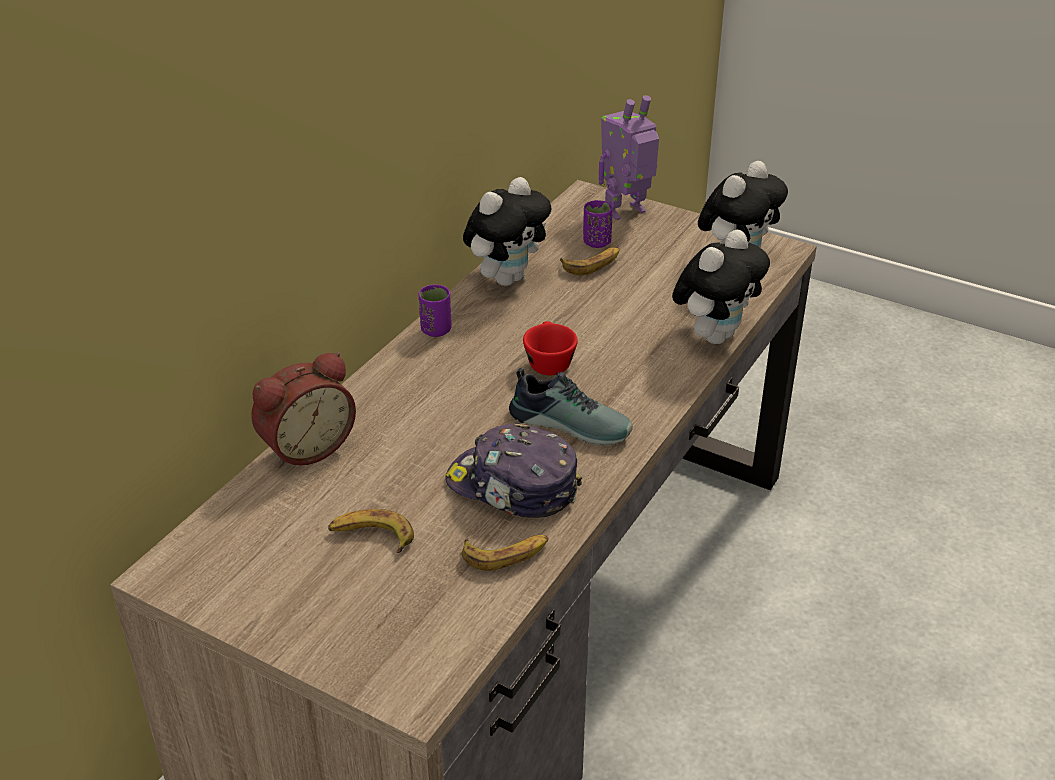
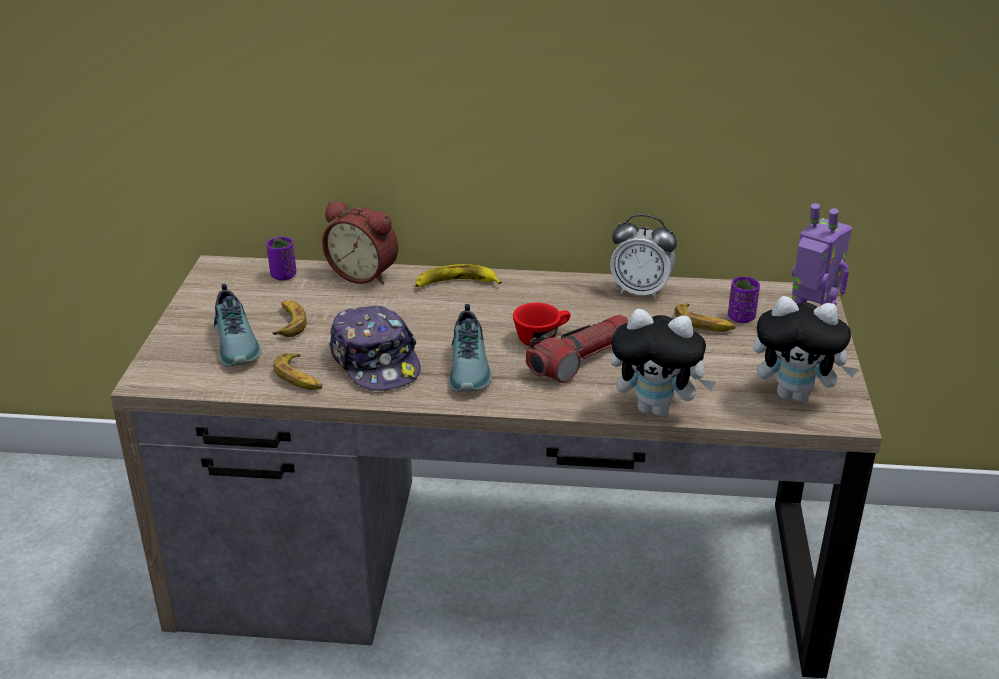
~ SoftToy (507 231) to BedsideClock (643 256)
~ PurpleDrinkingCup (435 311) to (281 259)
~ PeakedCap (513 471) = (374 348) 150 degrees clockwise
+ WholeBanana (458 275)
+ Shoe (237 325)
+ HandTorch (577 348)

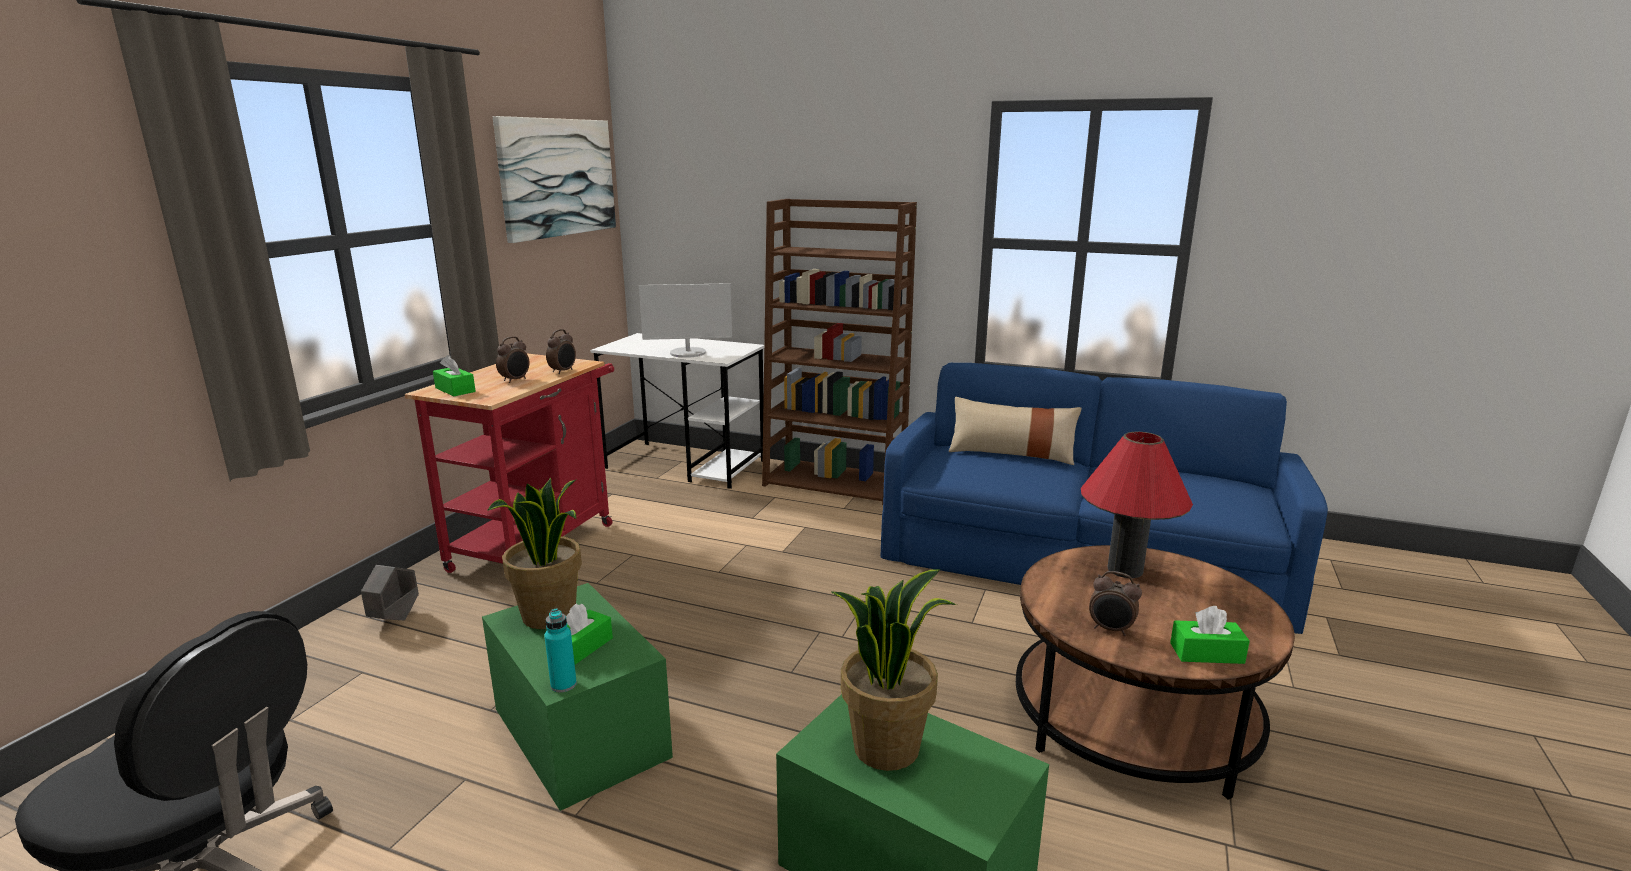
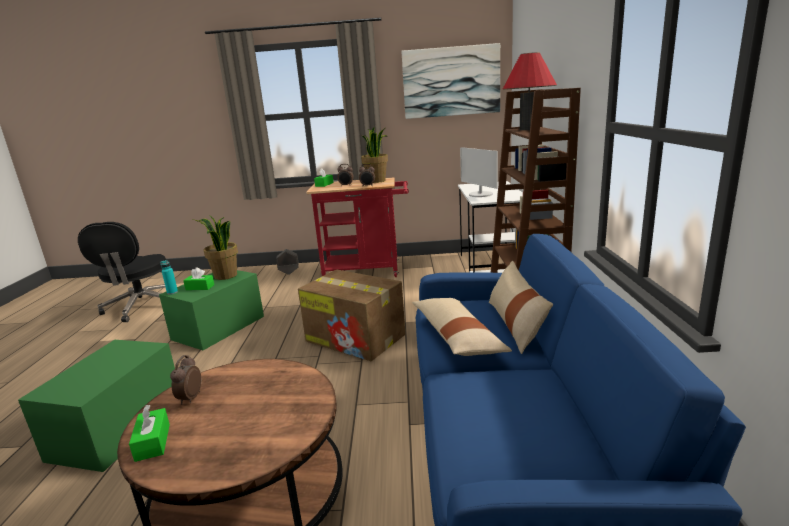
~ ReddishLampForATable (1137 505) to (530 91)
~ Houseplant (893 670) to (374 155)
+ Carton (351 315)
+ BeigeThrowPillow (462 327)

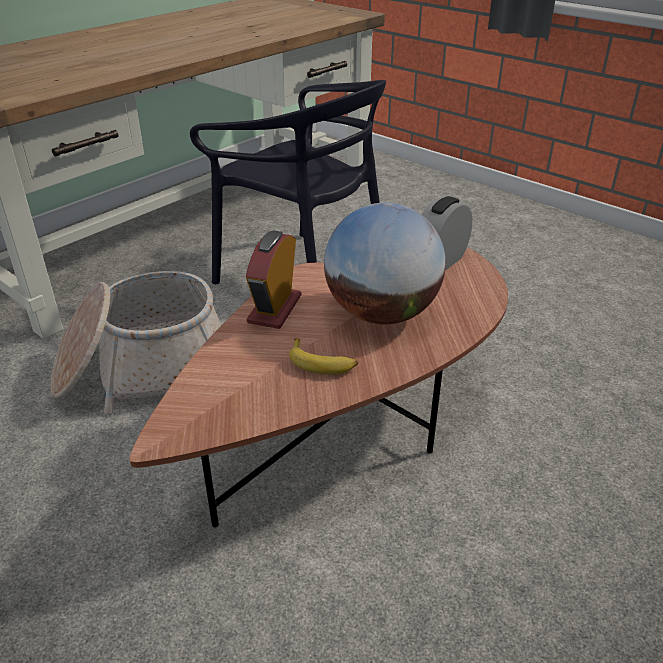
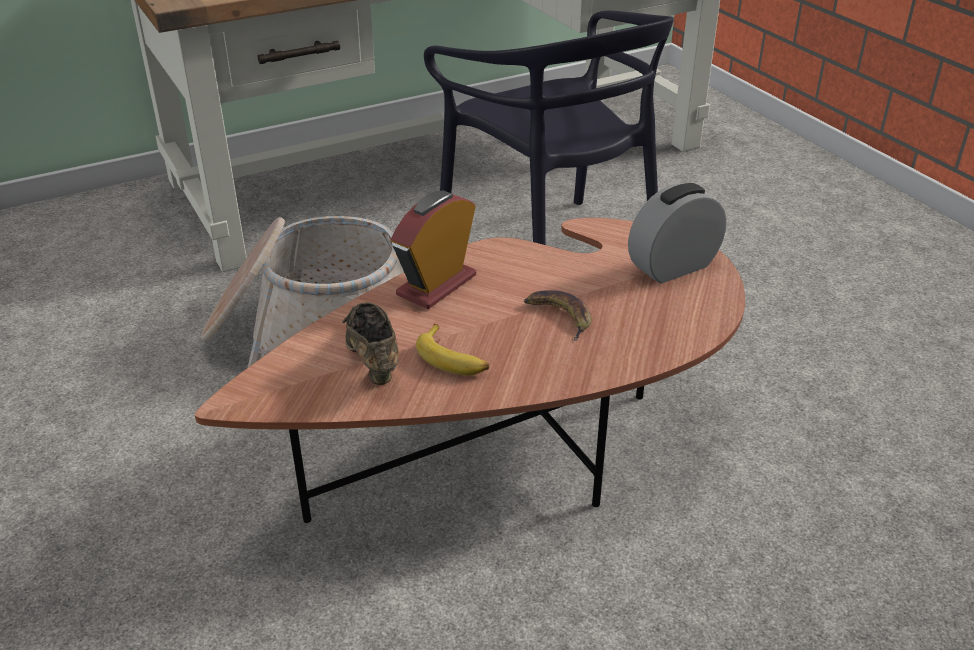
~ DeskGlobe (385 263) to WholeBanana (558 315)
+ BrownishShoe (370 343)

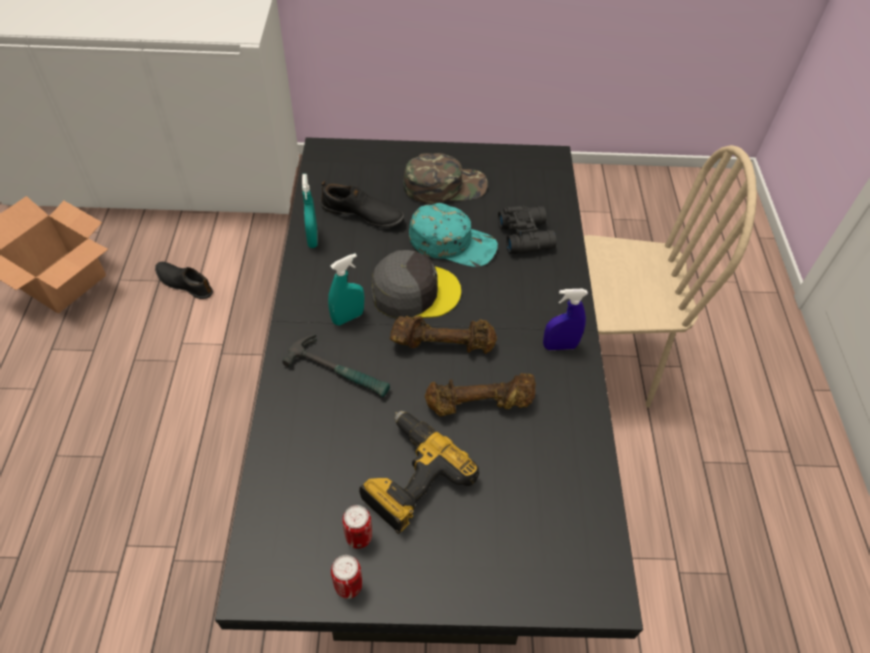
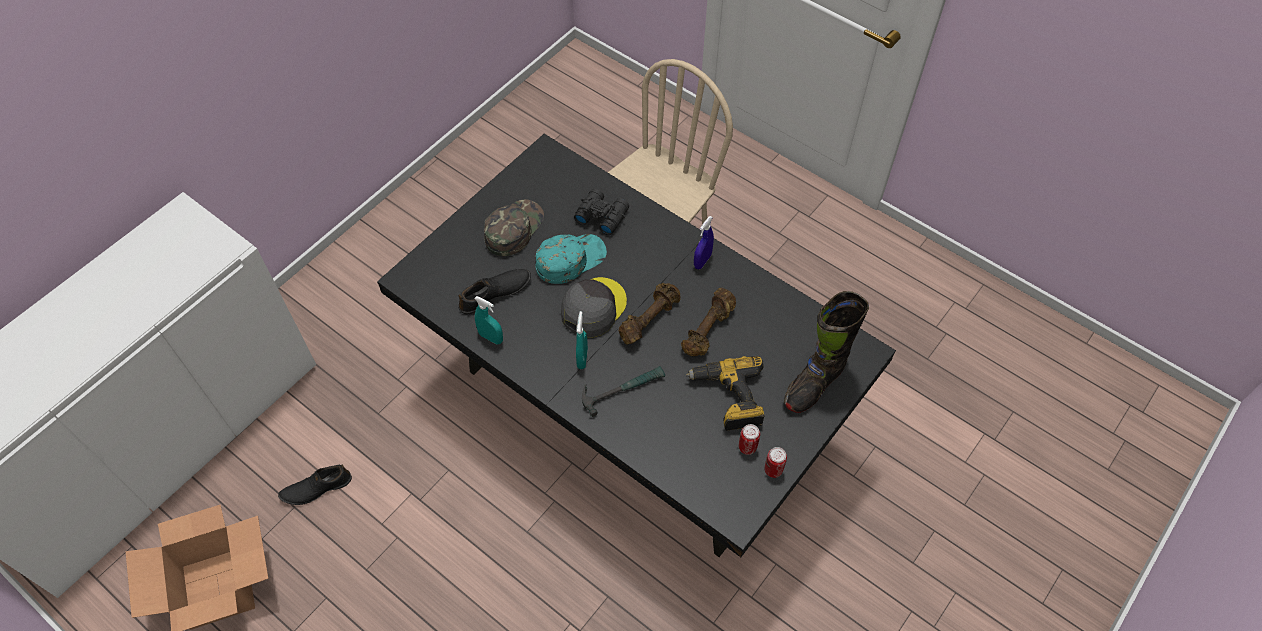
+ BlackishTallBoot (826 352)

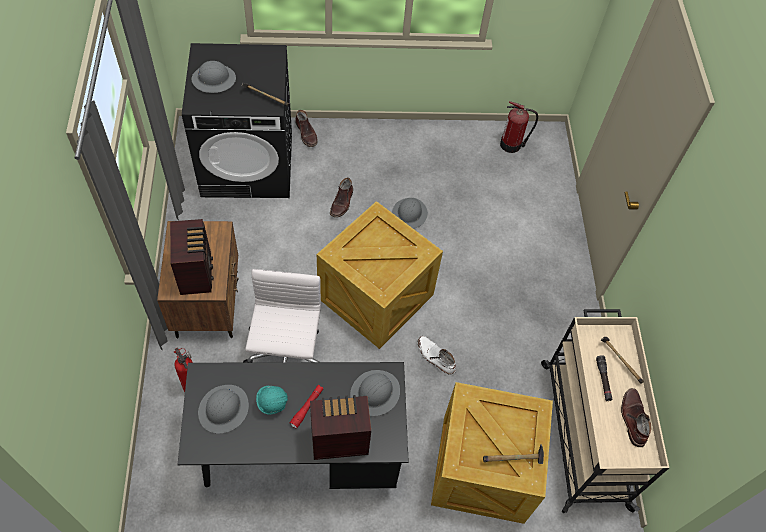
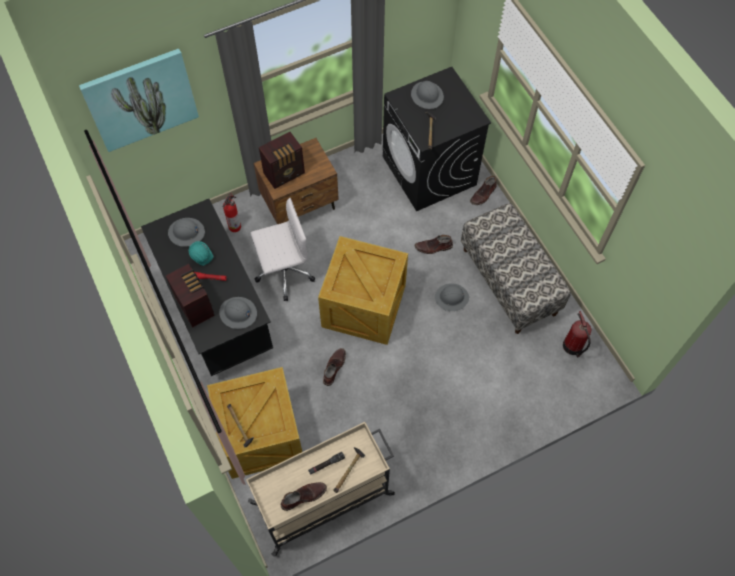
~ WhitishTallBoot (437 356) to BrownishTallBoot (334 367)
+ WallArt (139 100)
+ Bench (516 268)

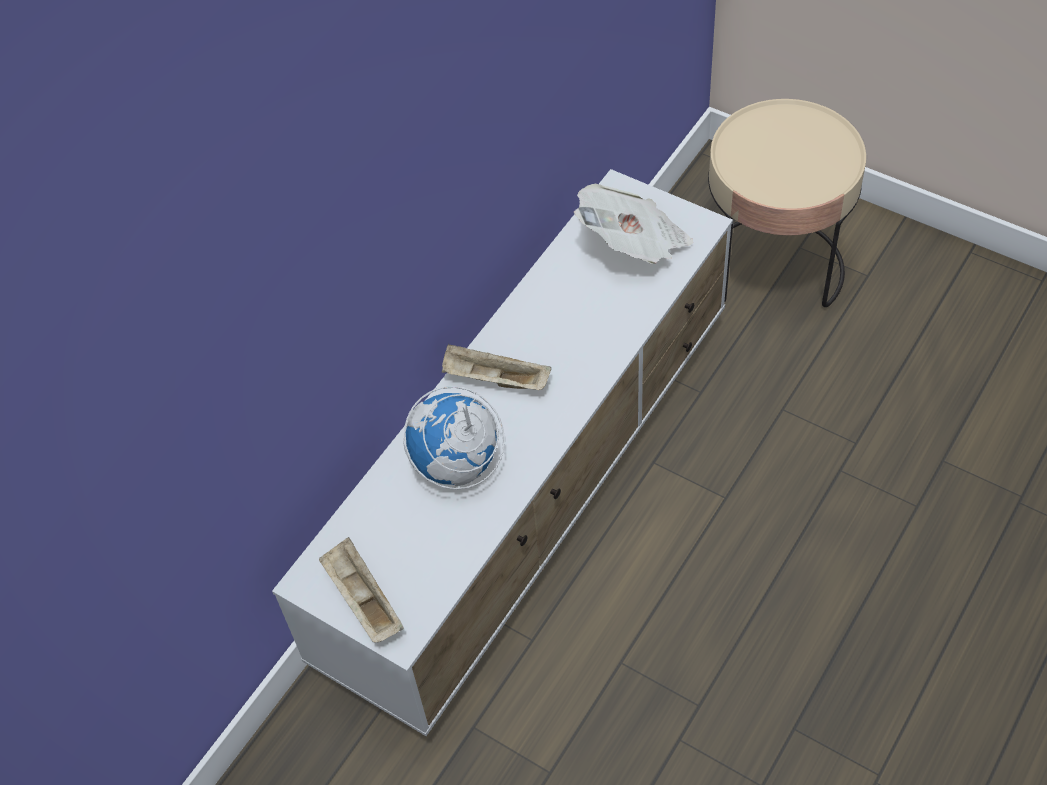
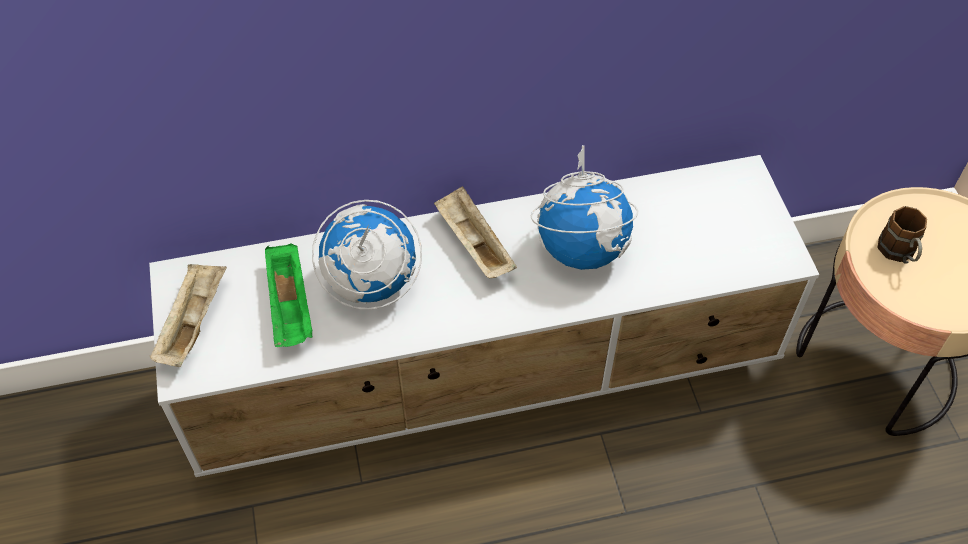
- PrintedPaper (633 224)
+ DeskGlobe (585 207)
+ BrownishTeaMug (902 235)
+ GreenishCarryingTray (289 295)

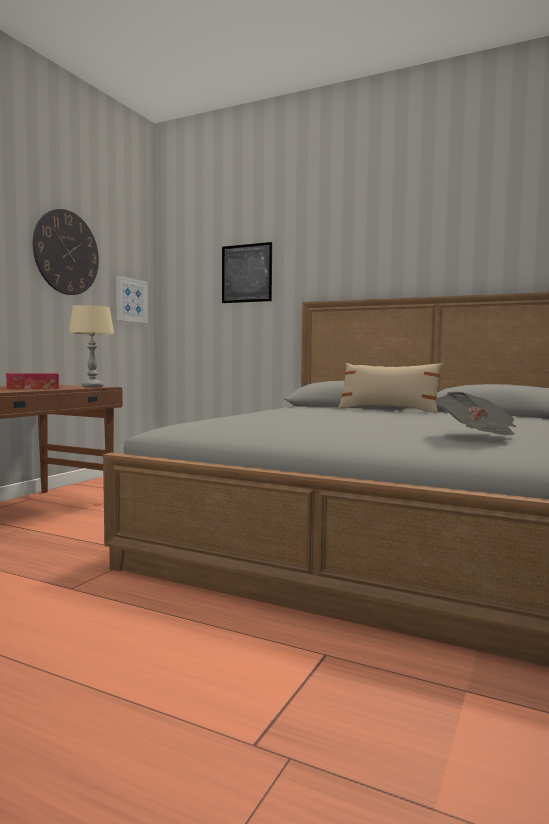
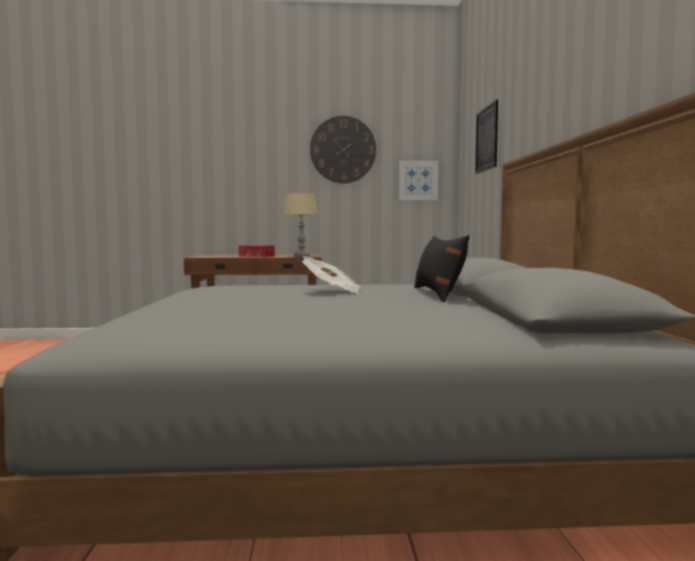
~ BeigeThrowPillow (390 388) to BlackishThrowPillow (441 268)
~ PrintedPaper (475 413) to (331 275)

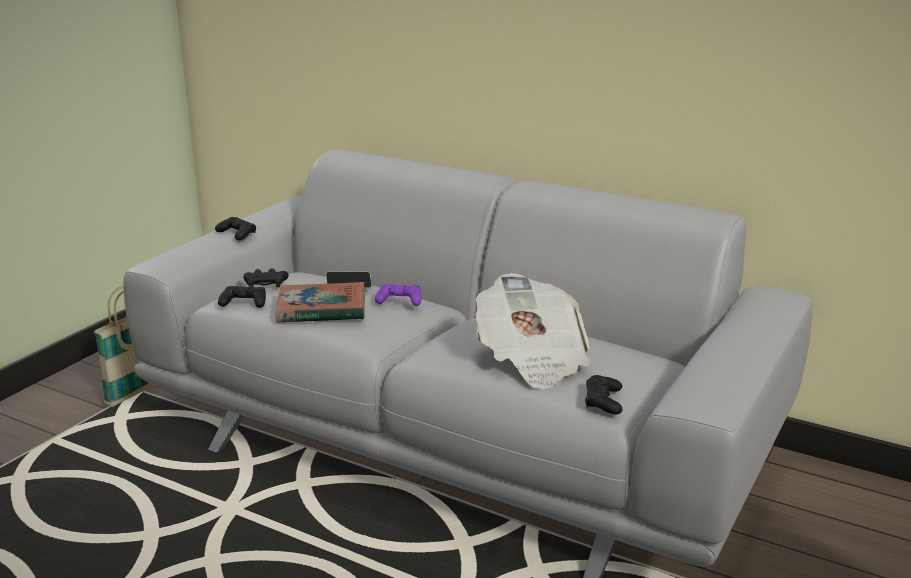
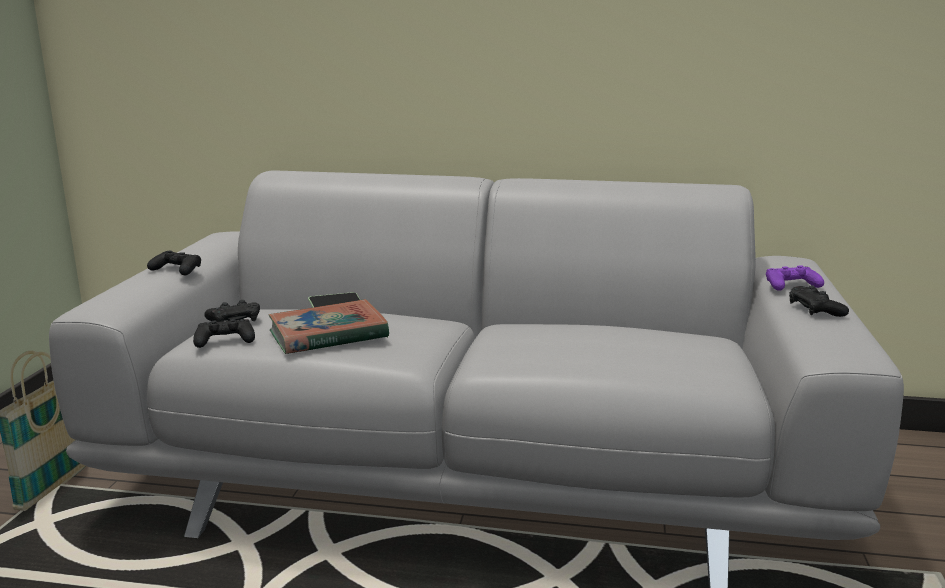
- PrintedPaper (533 331)
~ PurpleGamepad (398 295) to (795 278)
~ BlackishGamepad (603 395) to (819 301)

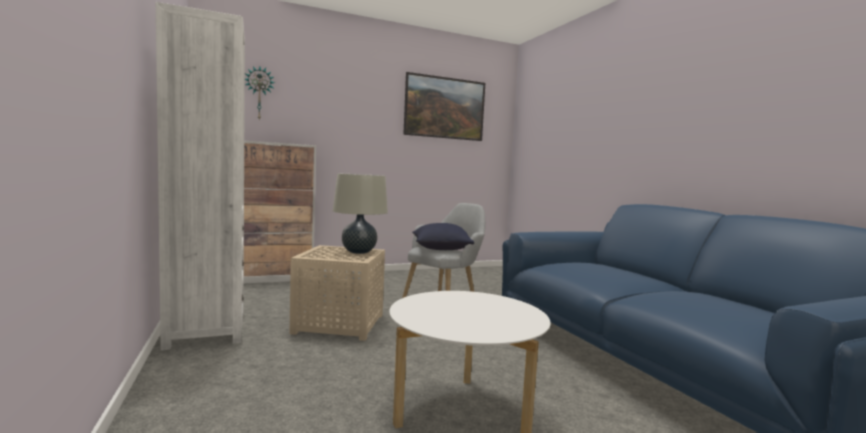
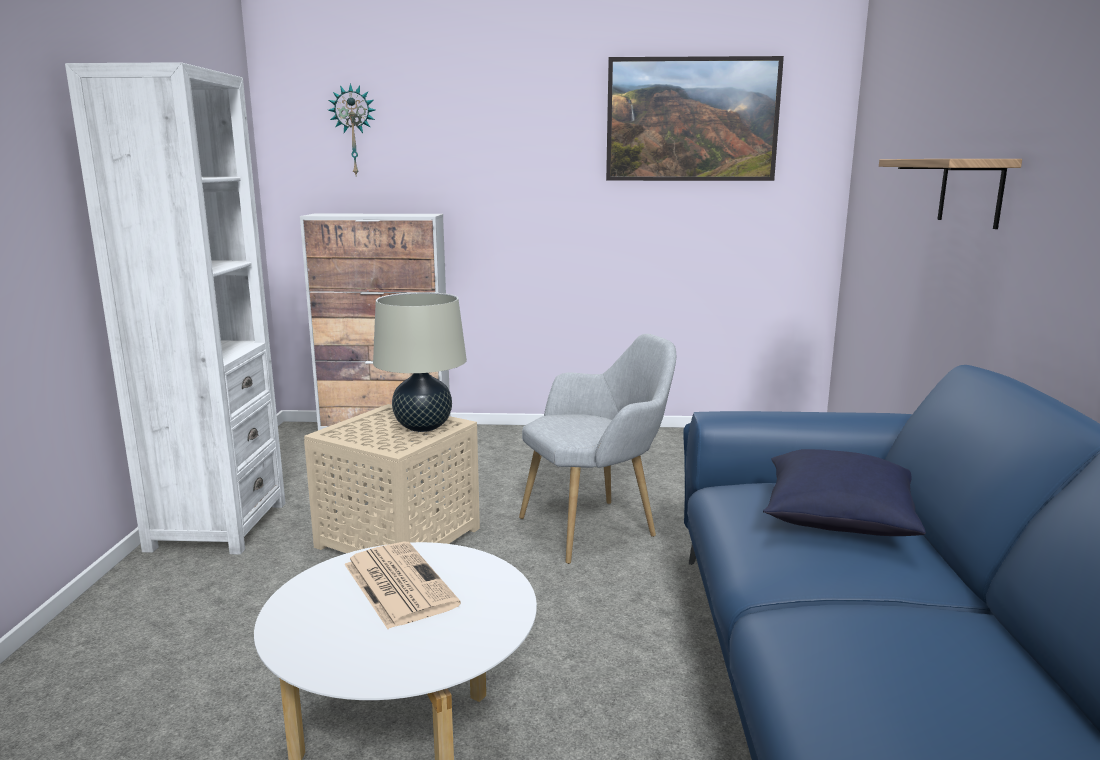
~ BluishThrowPillow (443 236) to (844 492)
+ Shelf (950 194)
+ PrintedPaper (403 585)

